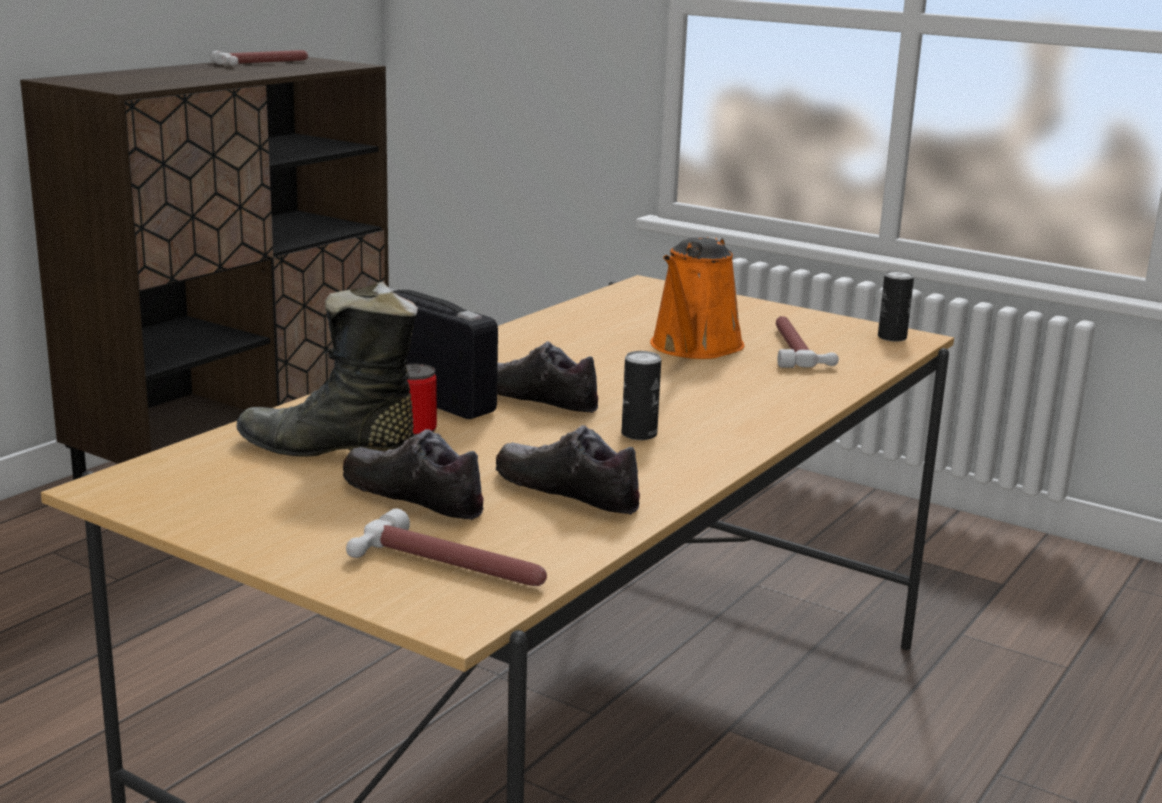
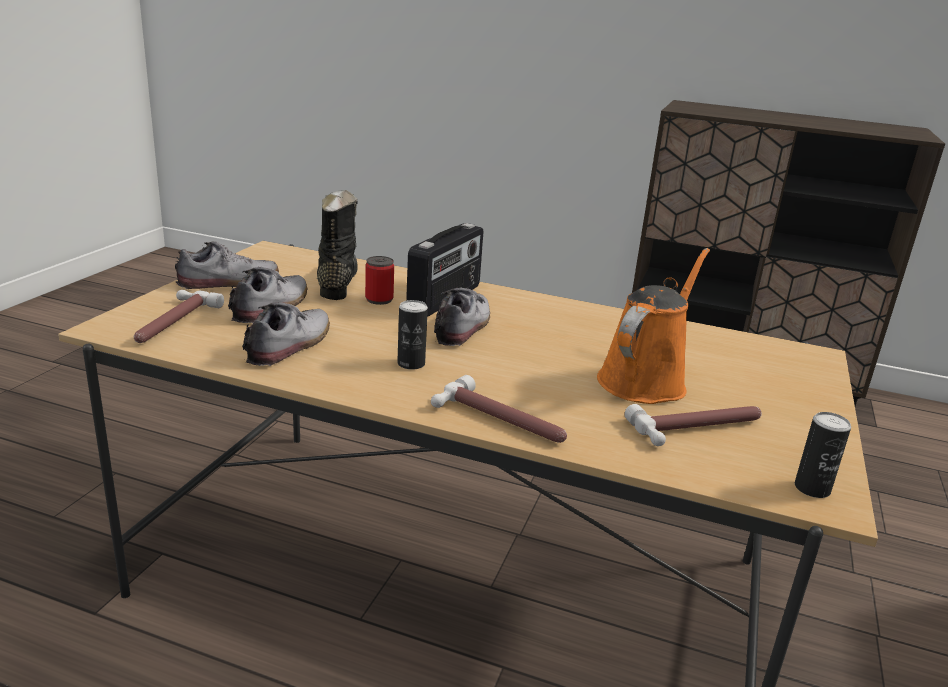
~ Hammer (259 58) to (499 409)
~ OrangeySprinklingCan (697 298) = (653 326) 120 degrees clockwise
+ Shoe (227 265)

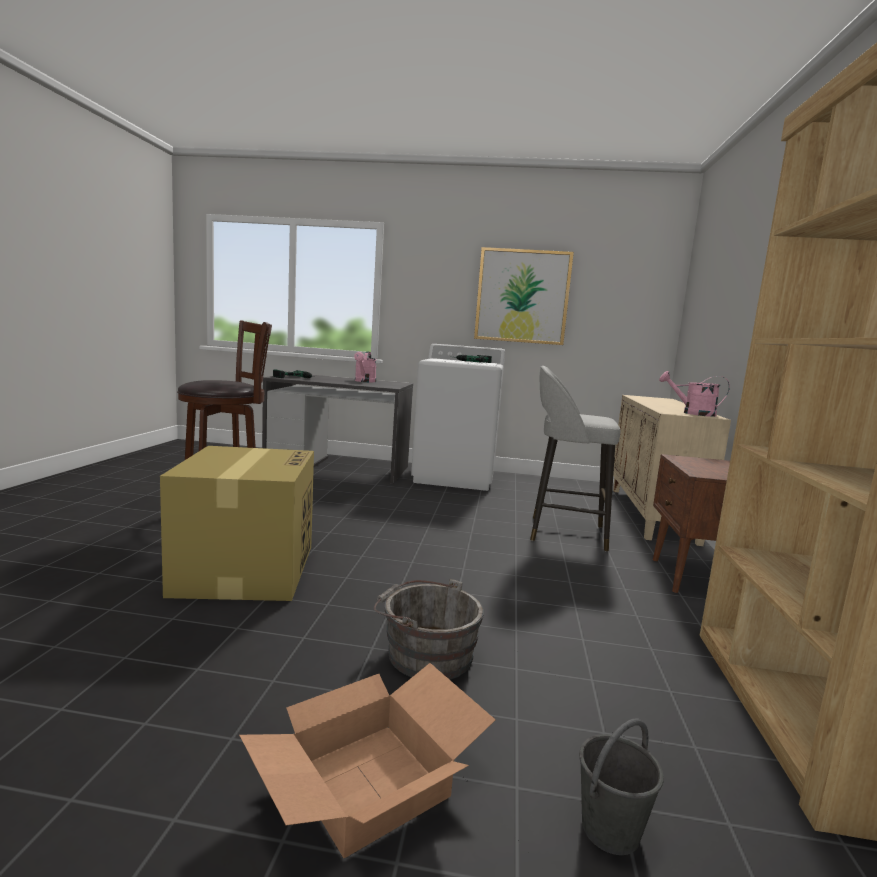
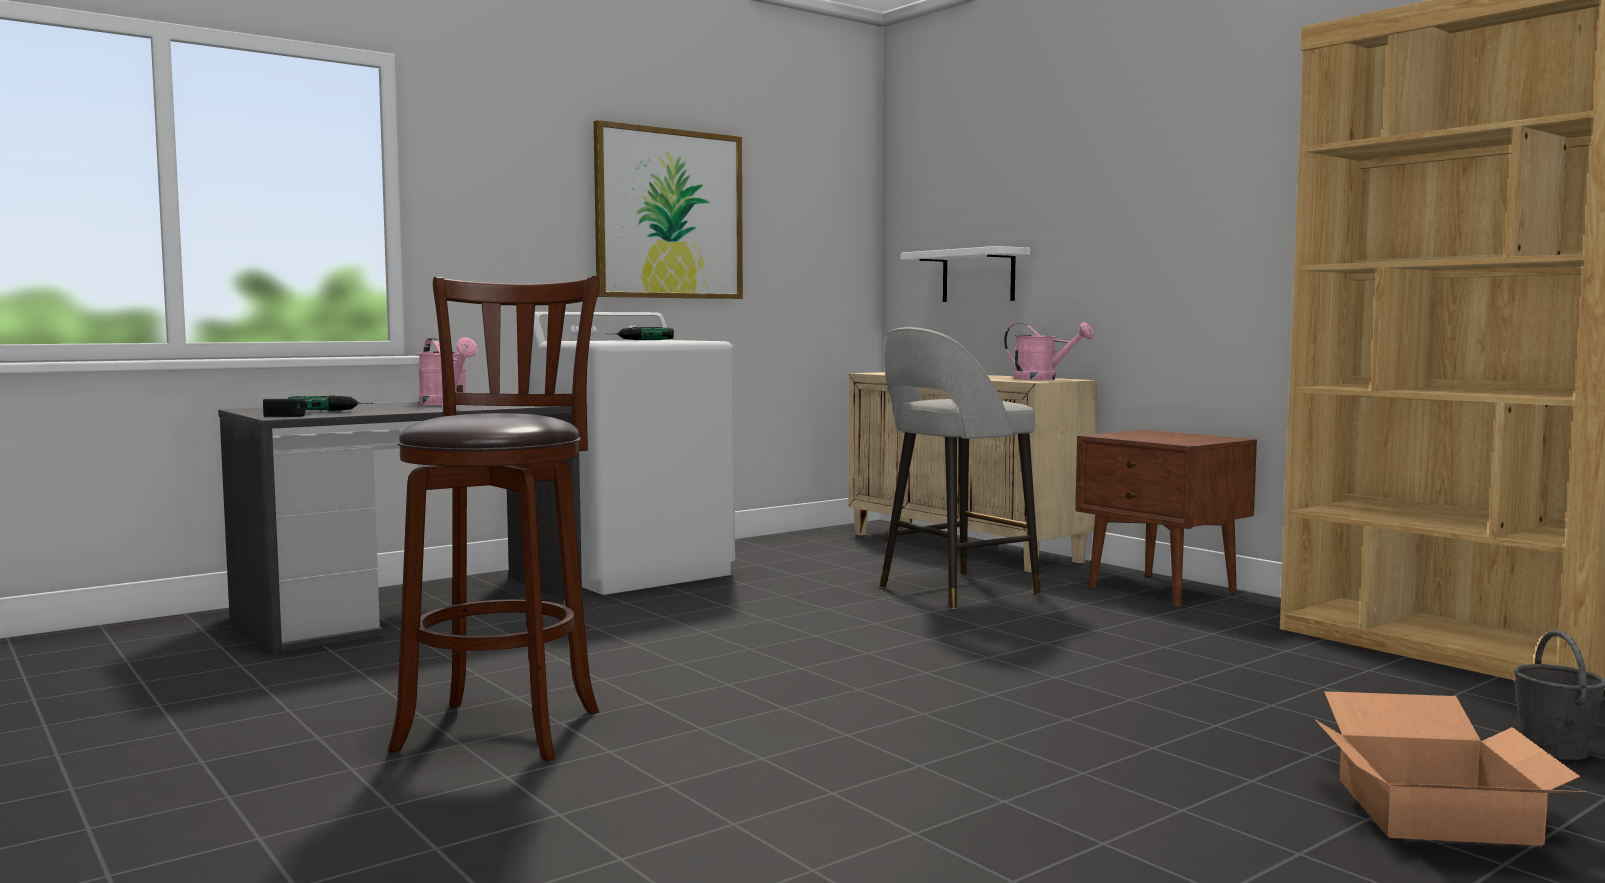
~ PinkColouredSprinklingCan (694 394) = (1049 351) 120 degrees counterclockwise
- Carton (237 523)
- GreyBucket (429 629)
+ WhitishShelf (965 274)

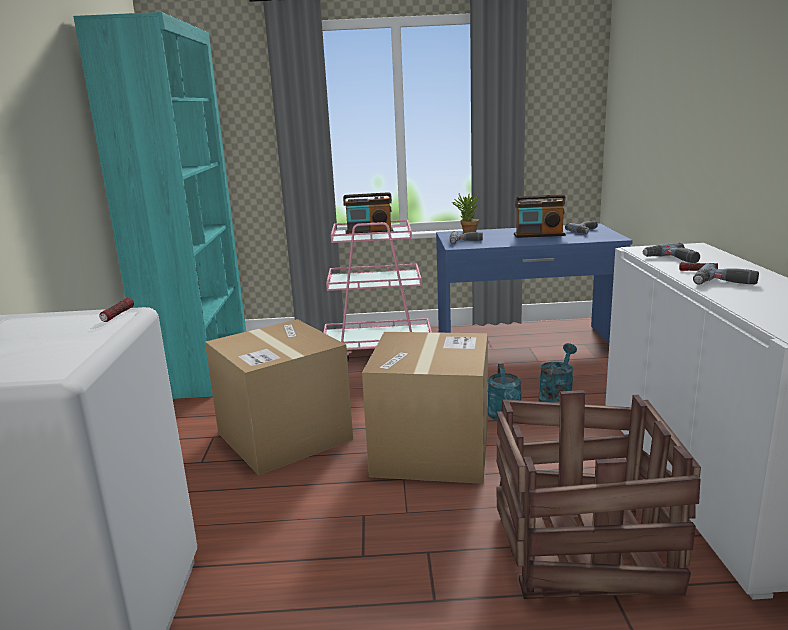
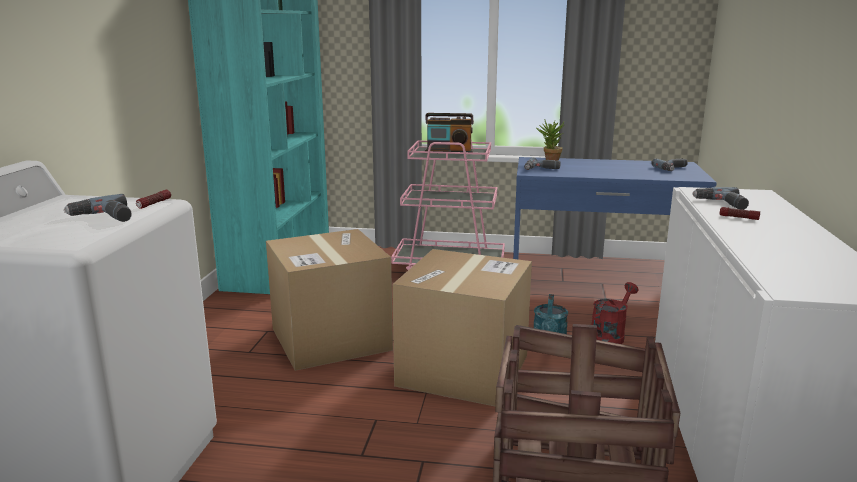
- RadioReceiver (540 216)
~ Drill (726 274) to (98 208)
~ TurquoiseSprinklingCan (557 373) to ReddishSprinklingCan (615 313)

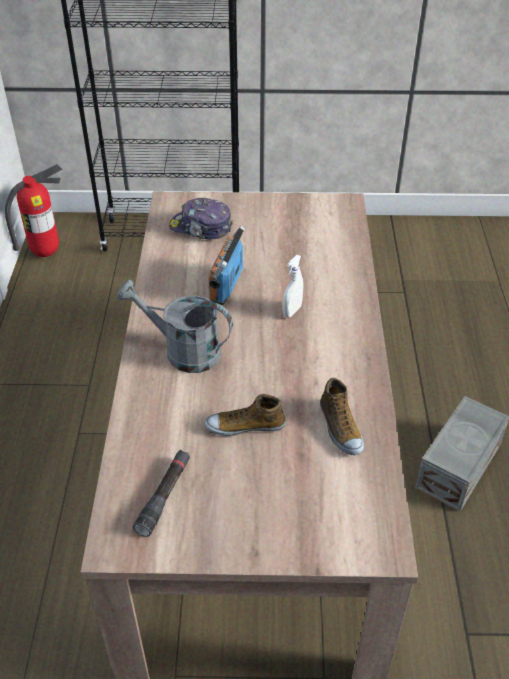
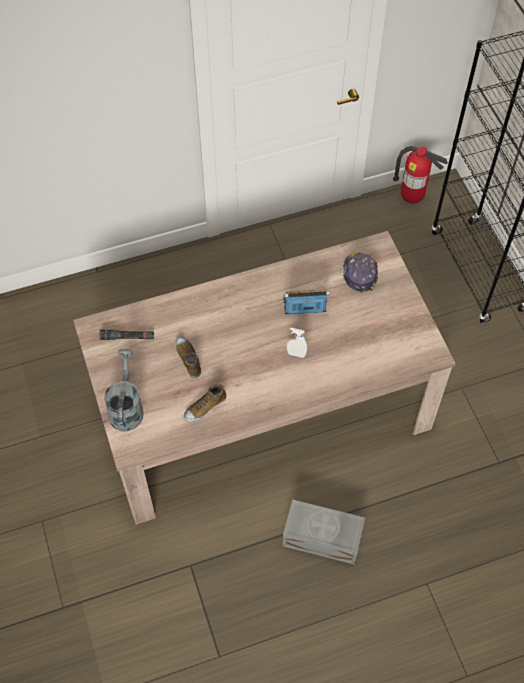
~ GreySprinklingCan (175 326) to (123 390)

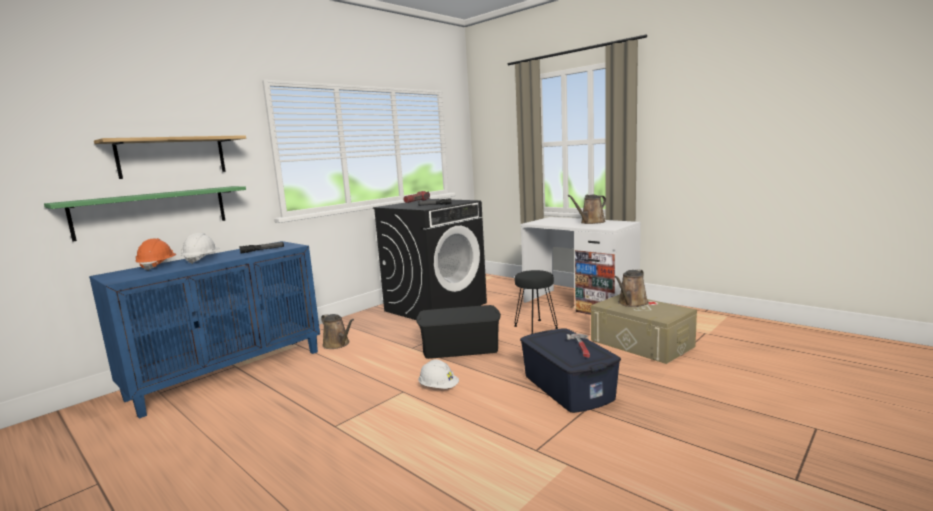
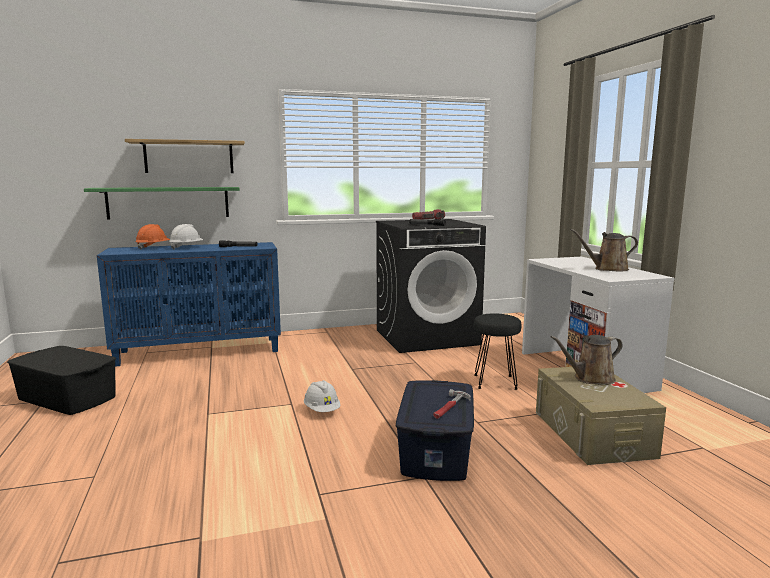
~ BlackishStorageBox (458 332) to (61 380)
- BrownishSprinklingCan (337 331)

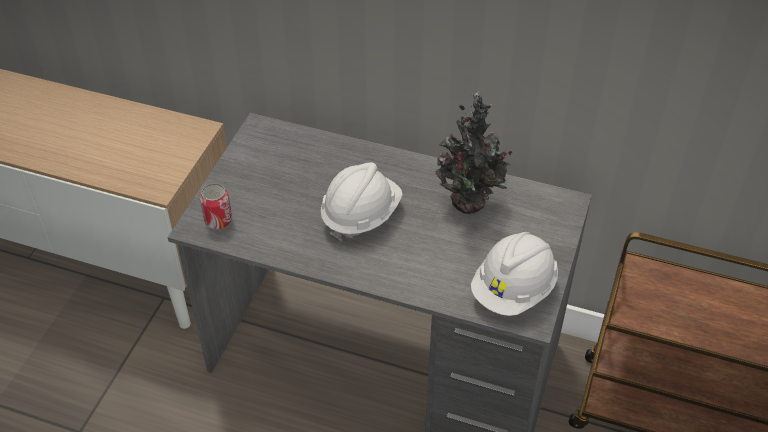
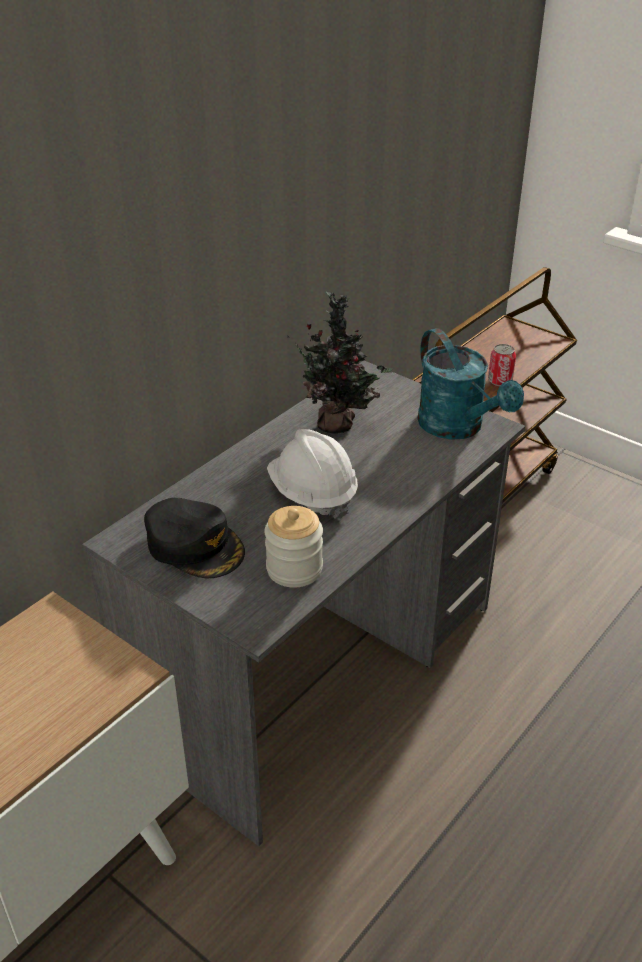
~ SealedCan (216 206) to (502 365)
~ WhitishWorkHelmet (514 274) to TurquoiseSprinklingCan (470 384)
+ BlackishPeakedCap (194 538)
+ Jar (293 547)

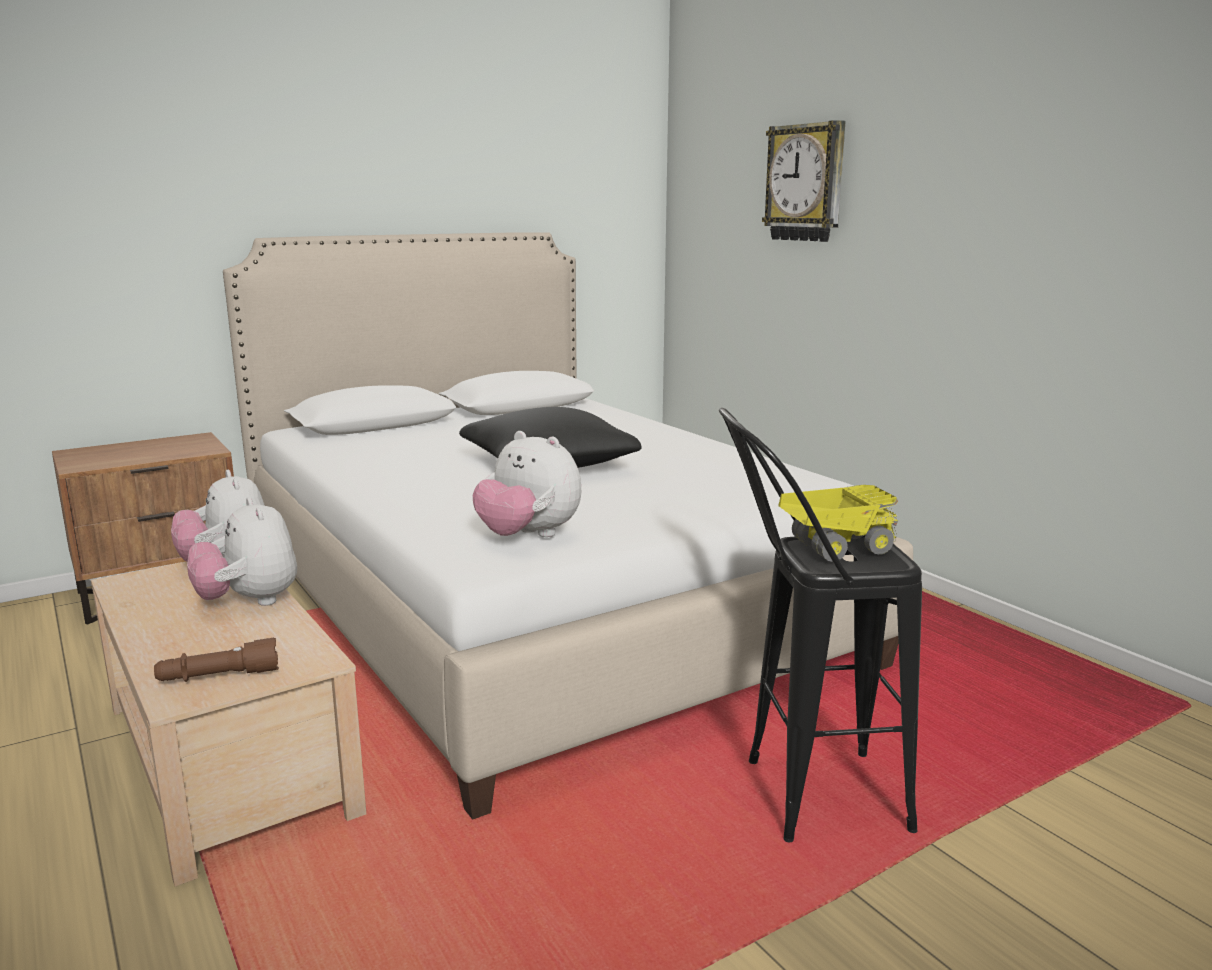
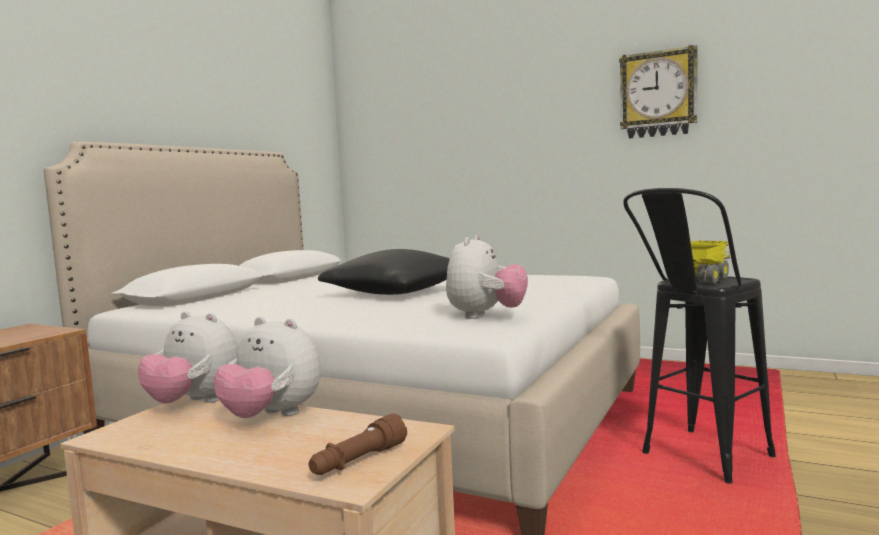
~ HangingClock (804 181) to (658 91)
~ SoftToy (527 484) = (487 277) 75 degrees counterclockwise

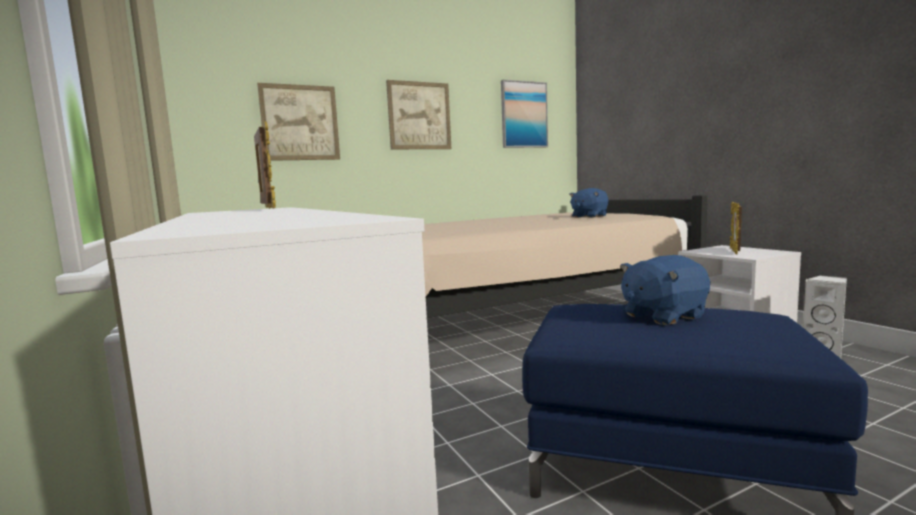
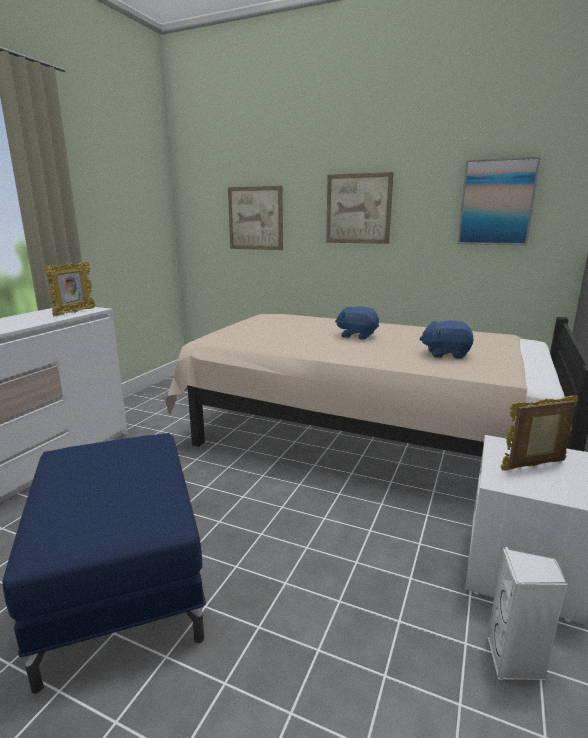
~ BluishSoftToy (665 290) to (357 323)

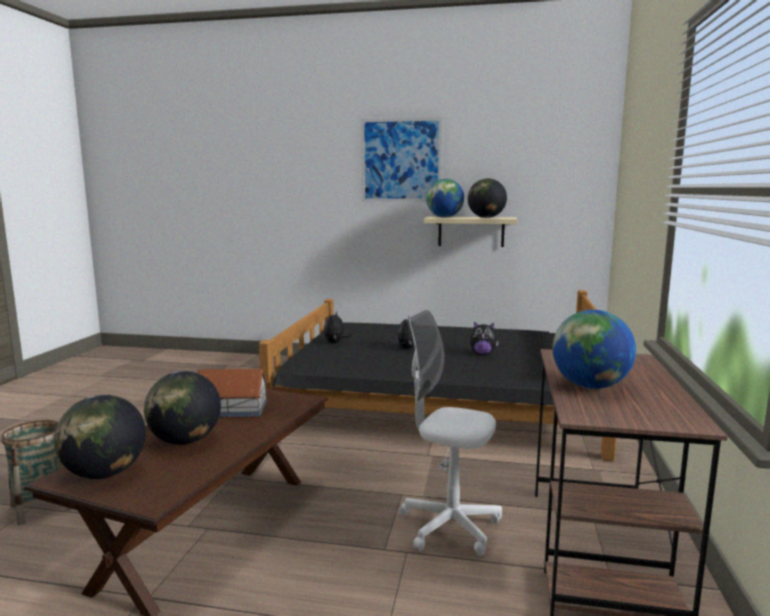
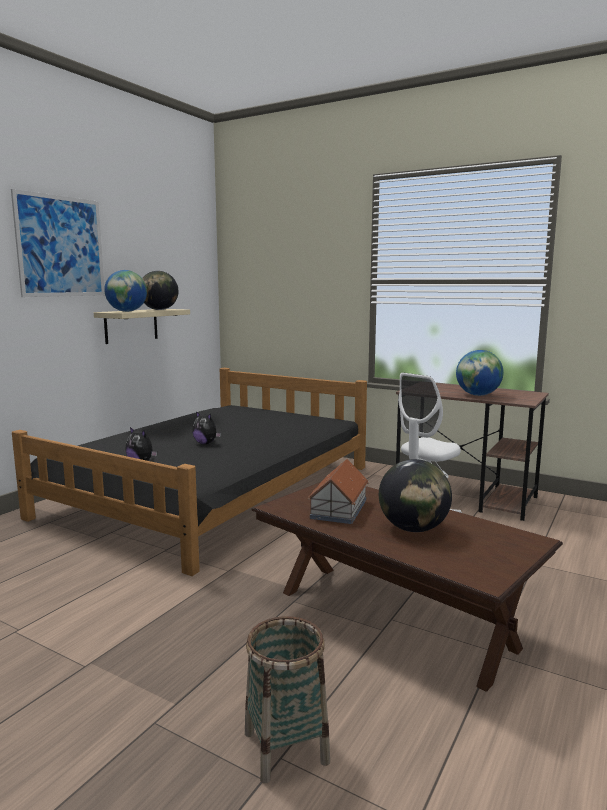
- SoftToy (484 338)
- DeskGlobe (100 437)

